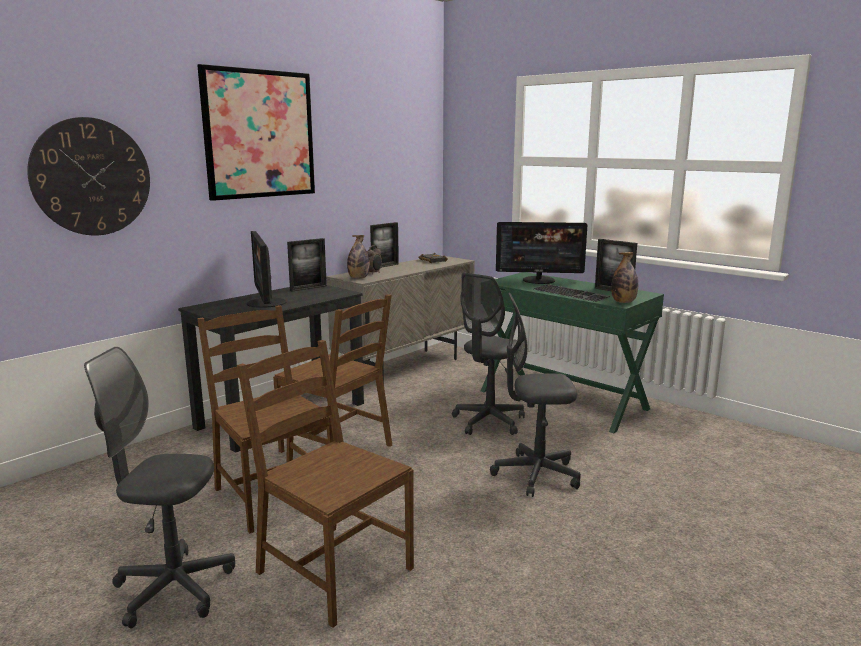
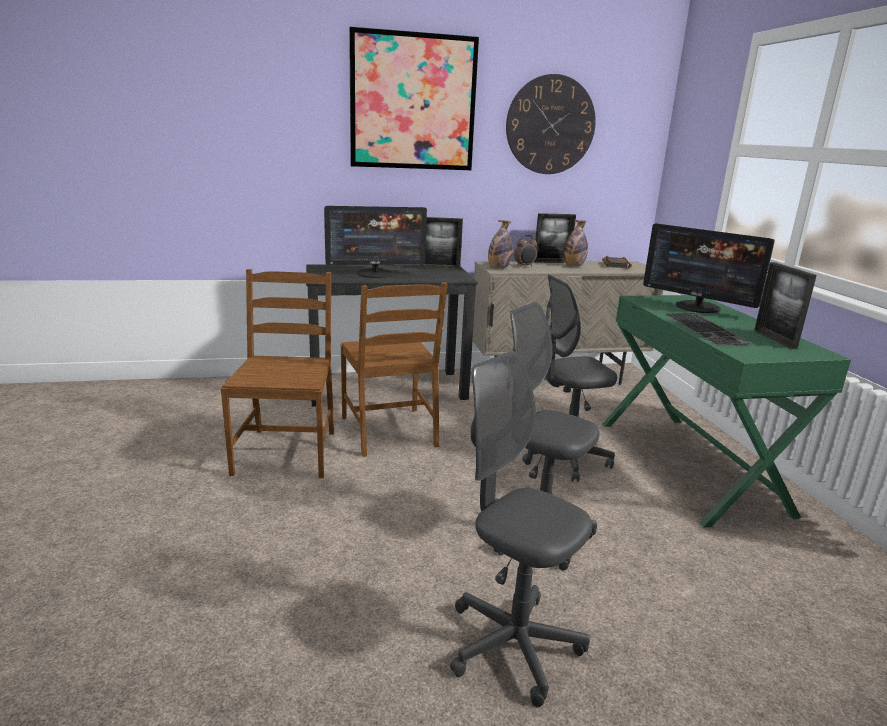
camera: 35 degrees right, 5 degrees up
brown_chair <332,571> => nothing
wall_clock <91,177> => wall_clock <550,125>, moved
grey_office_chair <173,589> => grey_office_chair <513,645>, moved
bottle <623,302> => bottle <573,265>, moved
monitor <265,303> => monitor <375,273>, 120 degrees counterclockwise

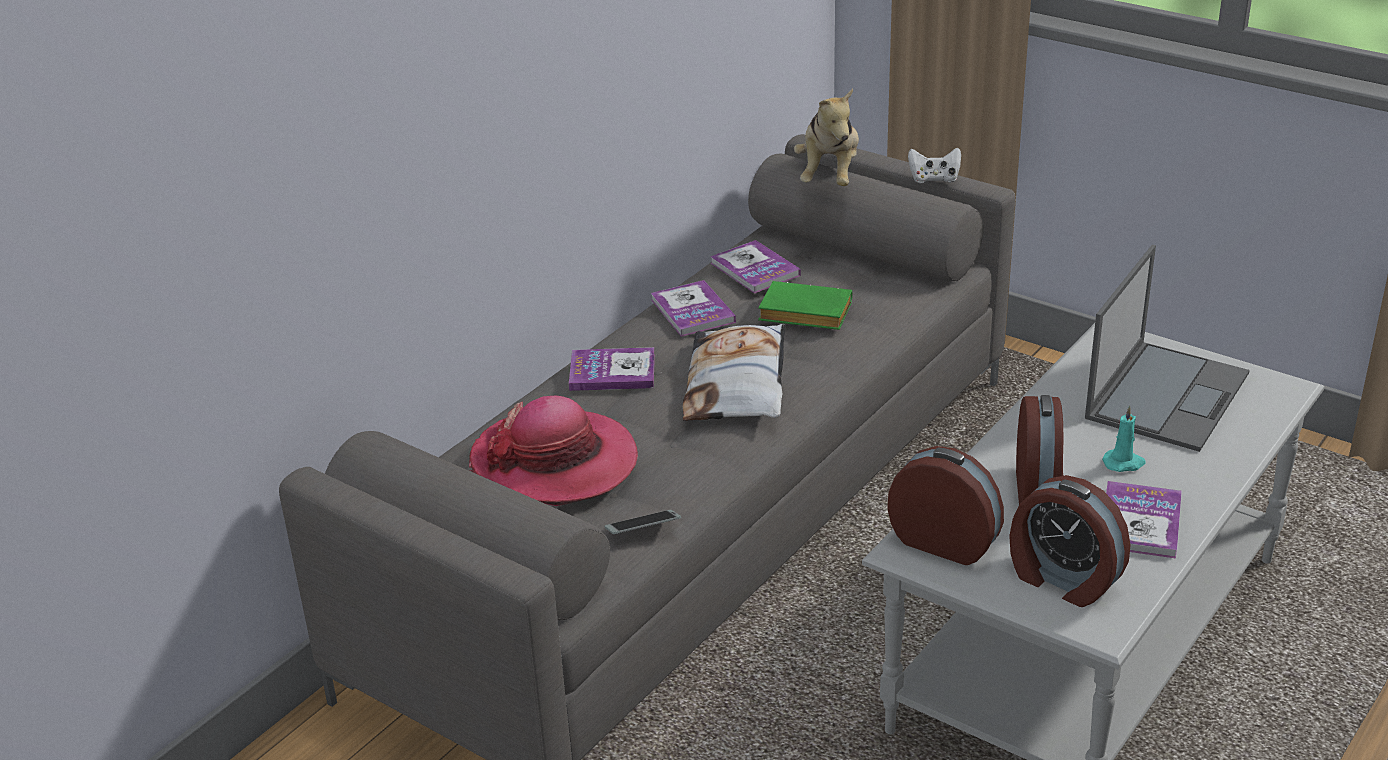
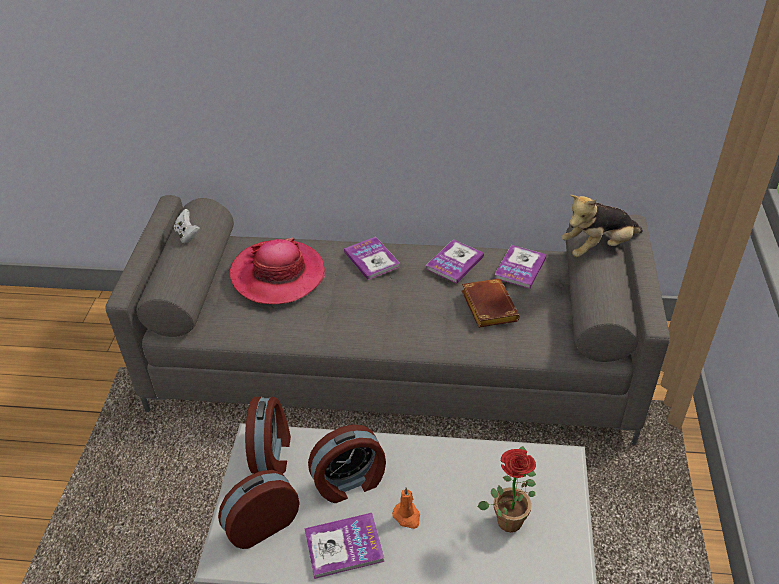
camera: 60 degrees right, 10 degrees up
phone <643,528> => nothing
pillow <738,385> => nothing
white_game_controller <934,179> => white_game_controller <187,235>, moved
laptop <1167,395> => potted_plant <508,516>
green_book <802,314> => brown_book <487,306>
turquoise_candle <1124,463> => orange_candle <407,516>
alarm_clock <1062,580> => alarm_clock <261,524>, 45 degrees clockwise

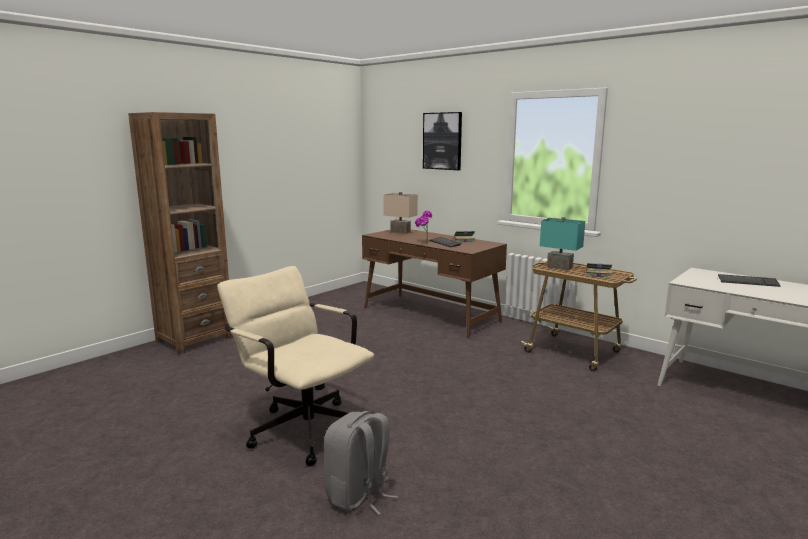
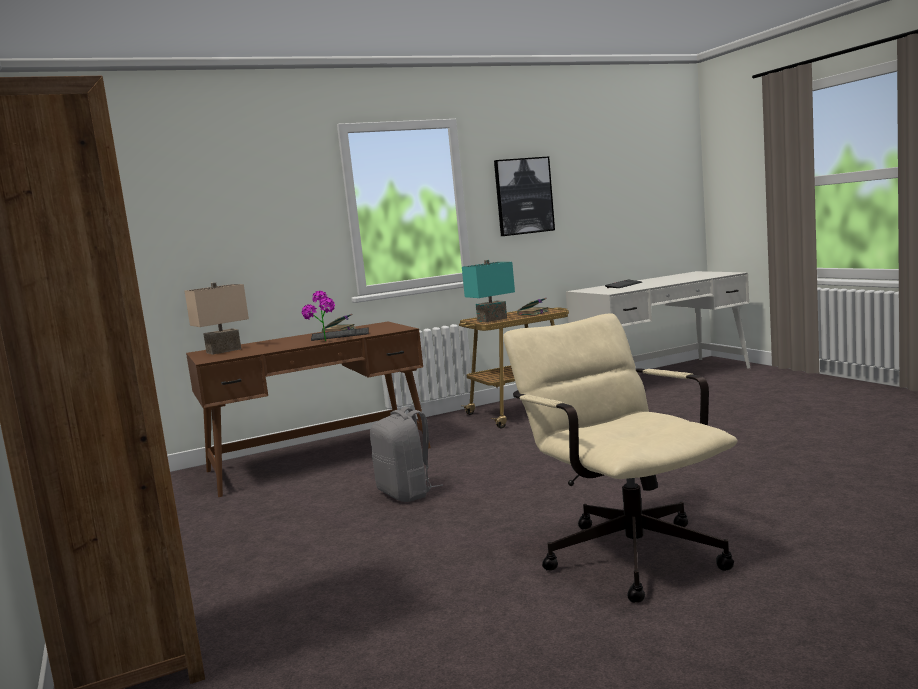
camera: 65 degrees left, 5 degrees down
grey_backpack <359,495> => grey_backpack <407,493>, moved
picture <442,141> => picture <523,196>, moved
beige_office_chair <301,427> => beige_office_chair <624,551>, 90 degrees clockwise

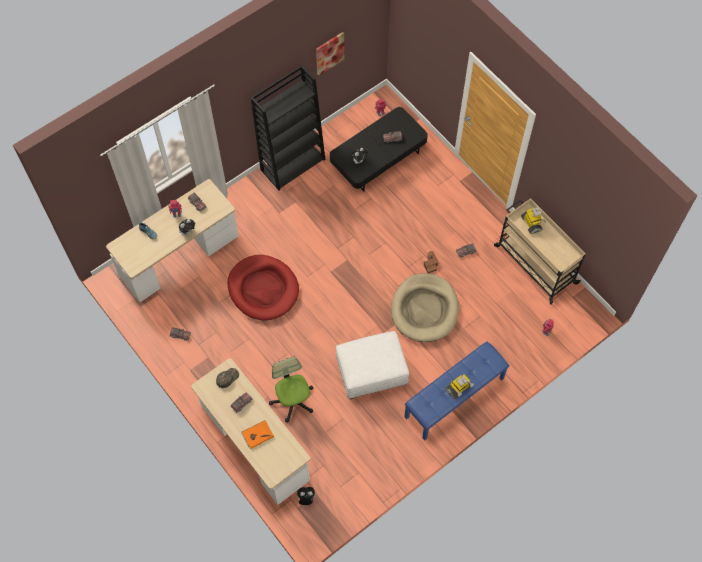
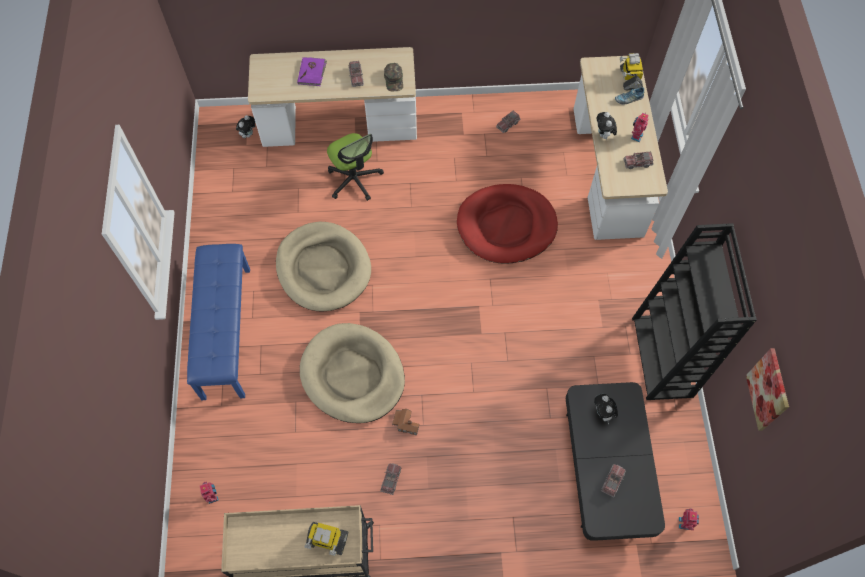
camera: 125 degrees right, 0 degrees up
toy_robot <458,388> => toy_robot <629,78>, moved
white_ottoman <371,373> => beige_dog_bed <323,268>
orange_book <257,434> => purple_book <312,72>
office_chair <293,401> => office_chair <354,180>, 45 degrees clockwise

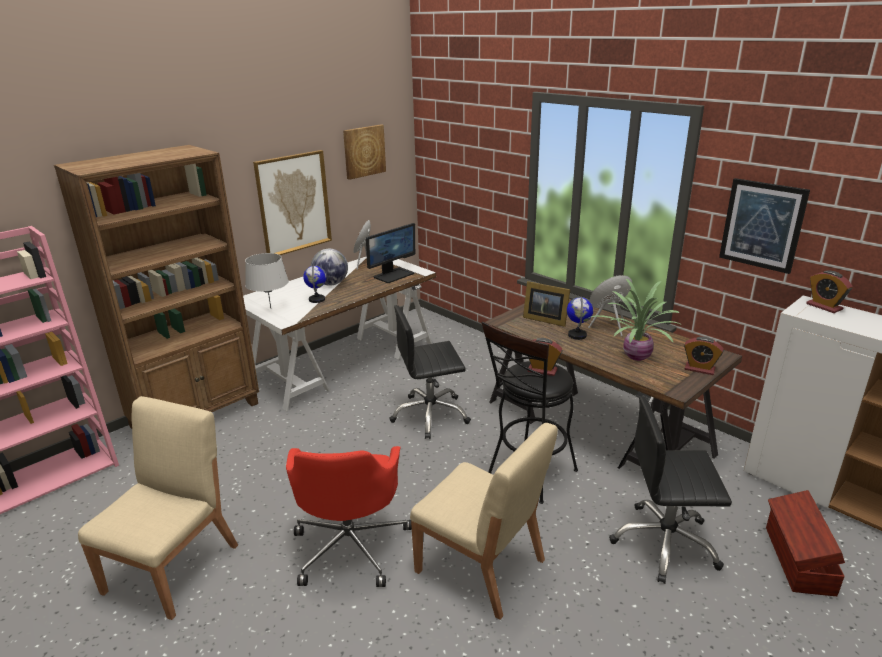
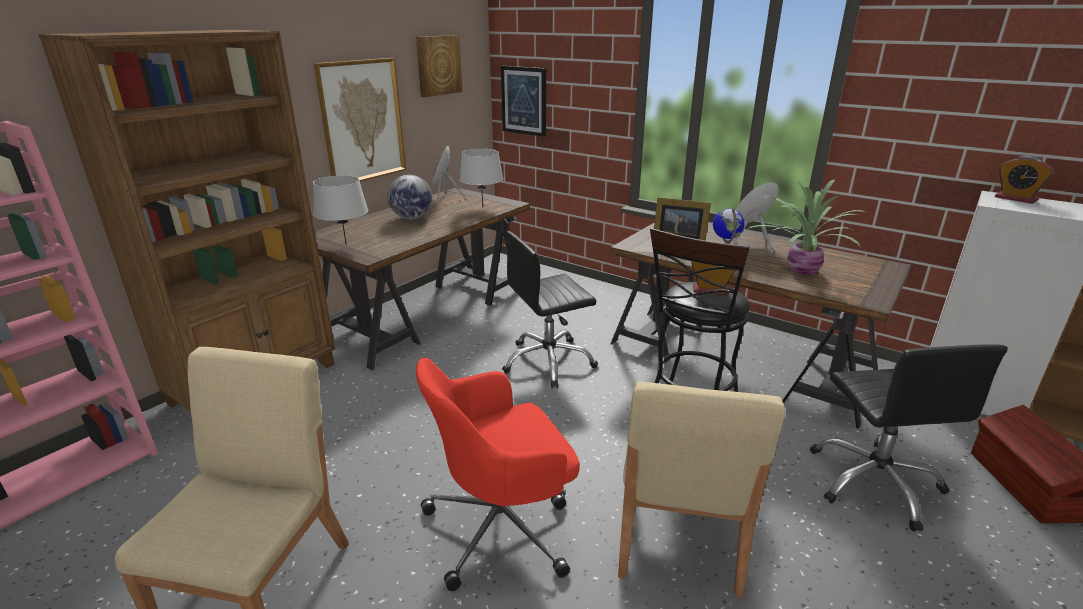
camera: 10 degrees left, 0 degrees up
globe <317,299> => nothing
alarm_clock <699,369> => nothing
picture <762,225> => picture <524,100>, moved
monitor <393,275> => grey_table_lamp <482,207>
white_desk <344,362> => brown_desk <428,312>
red_office_chair <351,545> => red_office_chair <503,527>, 75 degrees clockwise
beige_chair <481,567> => beige_chair <677,536>, 75 degrees clockwise
black_office_chair <665,543> => black_office_chair <875,482>, 90 degrees counterclockwise

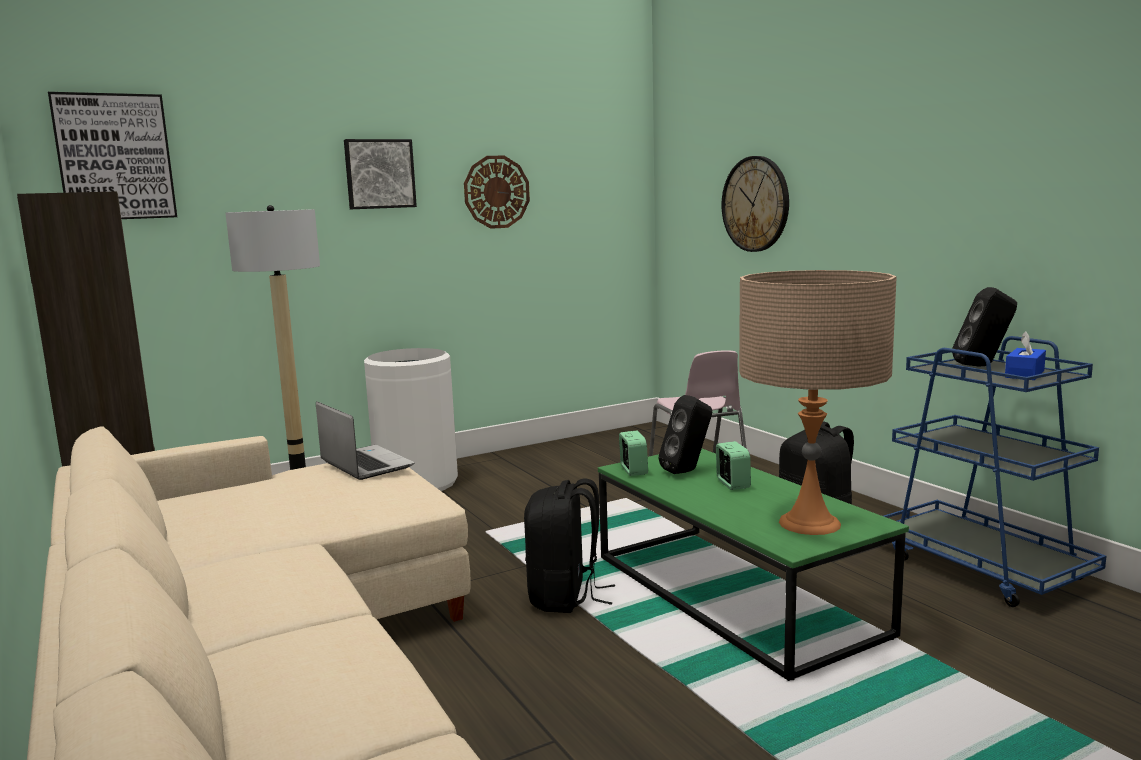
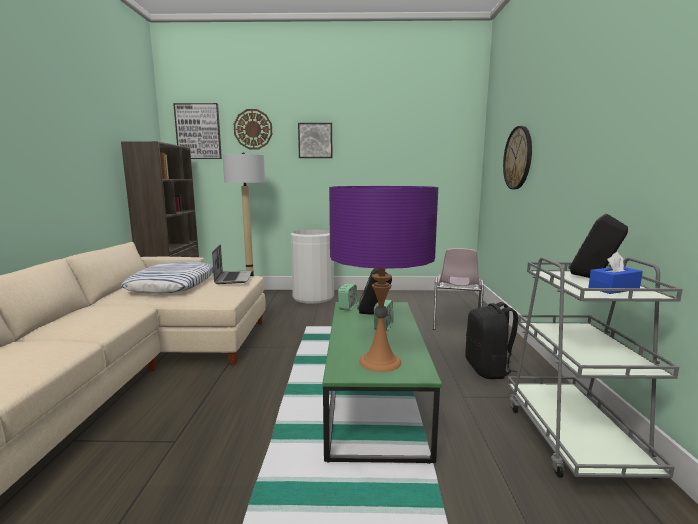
camera: 30 degrees right, 0 degrees up
black_backpack <565,597> => nothing
nothing => pillow <173,284>
wall_clock <496,192> => wall_clock <253,129>, moved
beige_table_lamp <809,523> => purple_table_lamp <380,361>
blue_cart <982,567> => grey_cart <573,438>

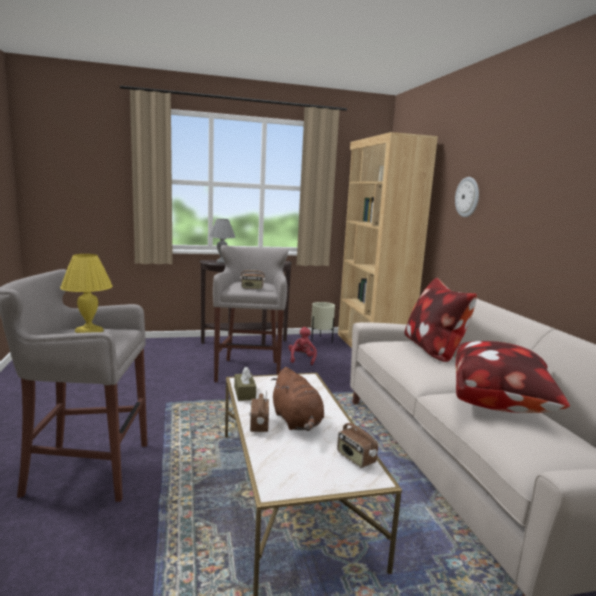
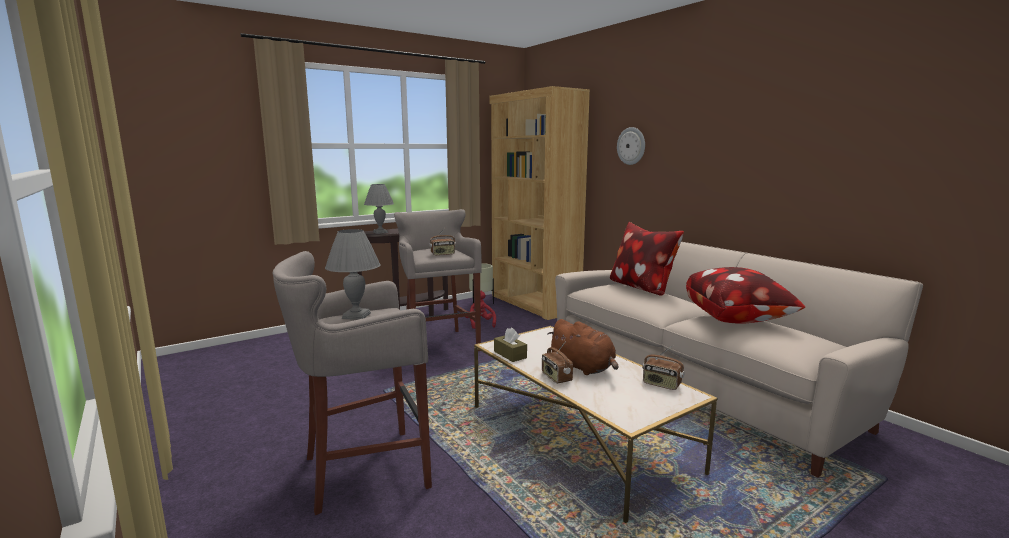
camera: 20 degrees left, 0 degrees up
yellow_table_lamp <88,331> => grey_table_lamp <355,316>

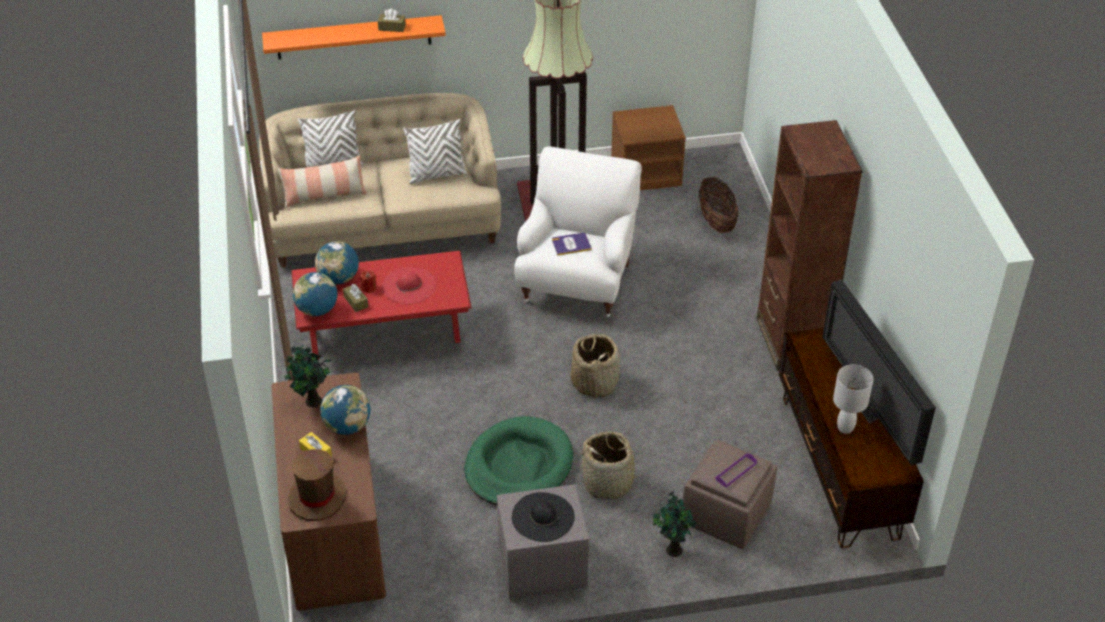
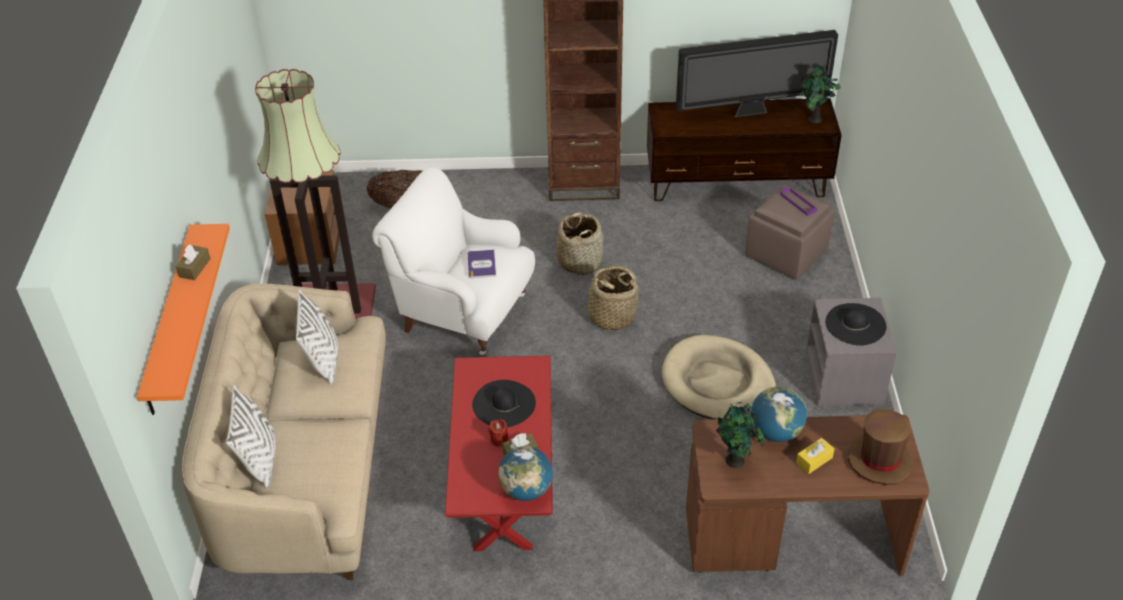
camera: 80 degrees left, 0 degrees up
pillow <324,195> => nothing
globe <339,278> => nothing
white_table_lamp <844,428> => nothing
basket <608,483> => basket <580,261>, moved
potted_plant <672,549> => potted_plant <814,119>, moved
red_hat <409,285> => black_hat <503,404>
green_dog_bed <518,466> => beige_dog_bed <717,383>

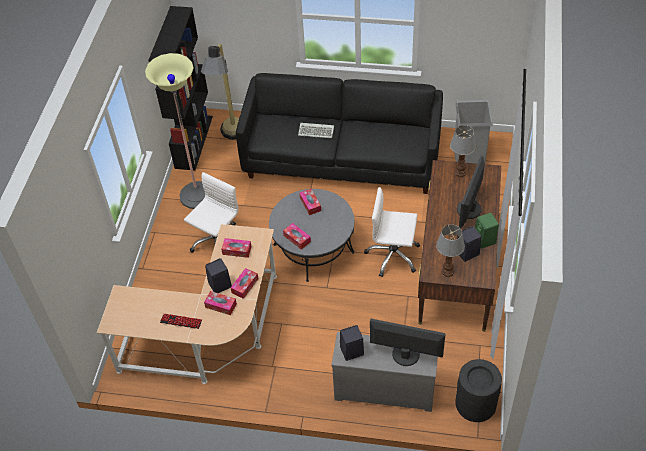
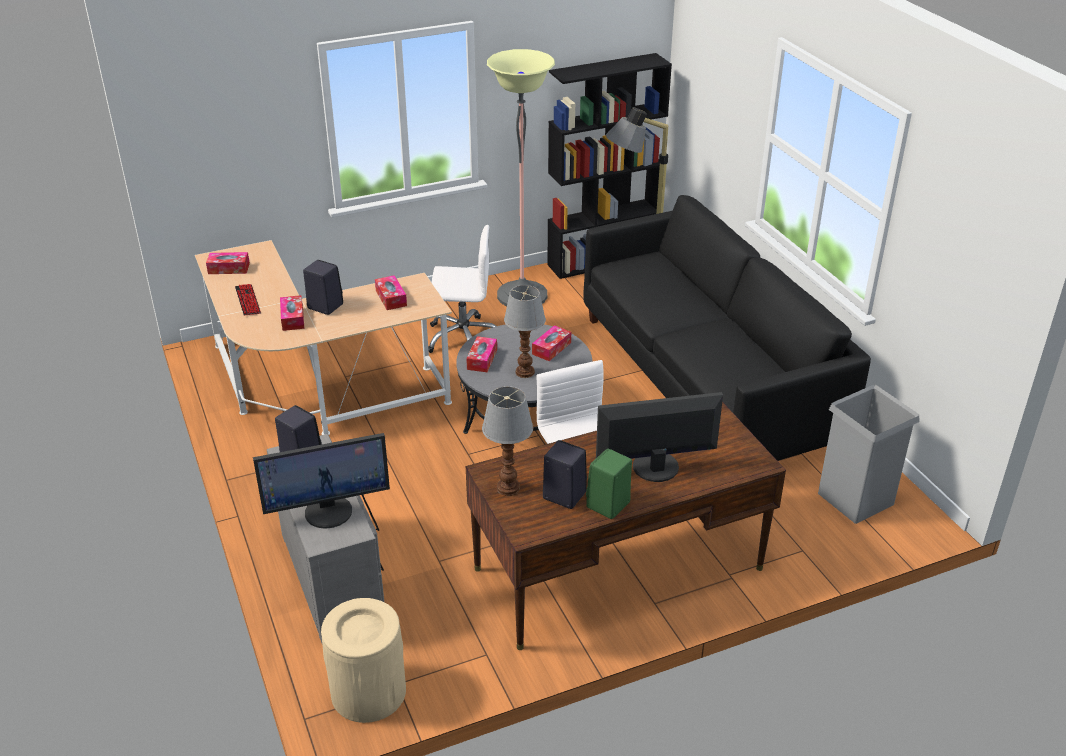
camera: 55 degrees right, 15 degrees down
keyboard <317,131> => nothing
tissue_box <245,286> => tissue_box <229,268>, moved
table_lamp <459,172> => table_lamp <524,372>, moved
black_trash_can <475,403> => beige_trash_can <368,691>
monitor <405,355> => monitor <328,511>, 90 degrees clockwise

